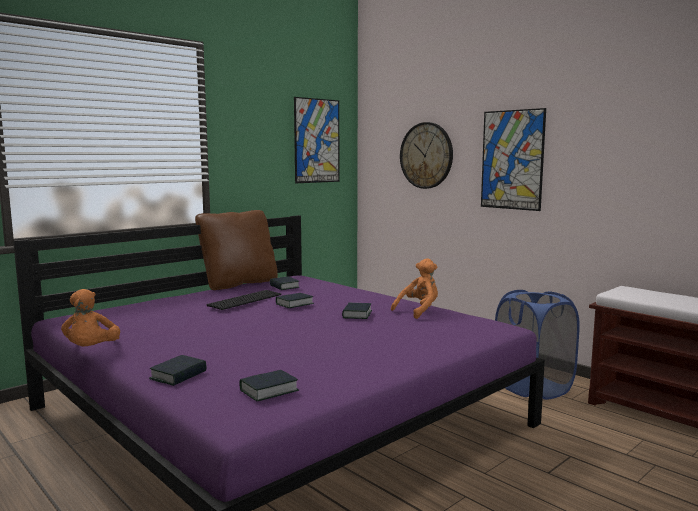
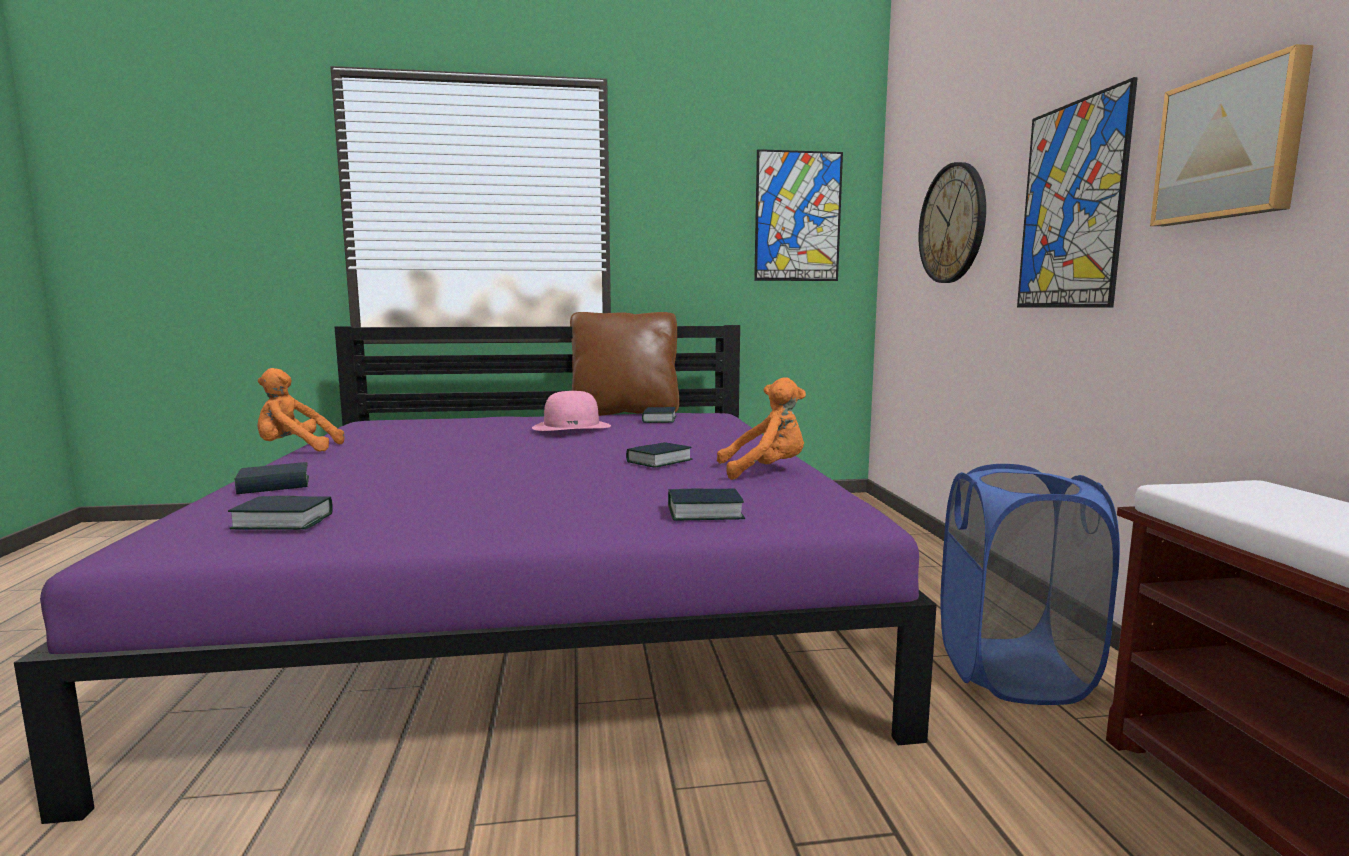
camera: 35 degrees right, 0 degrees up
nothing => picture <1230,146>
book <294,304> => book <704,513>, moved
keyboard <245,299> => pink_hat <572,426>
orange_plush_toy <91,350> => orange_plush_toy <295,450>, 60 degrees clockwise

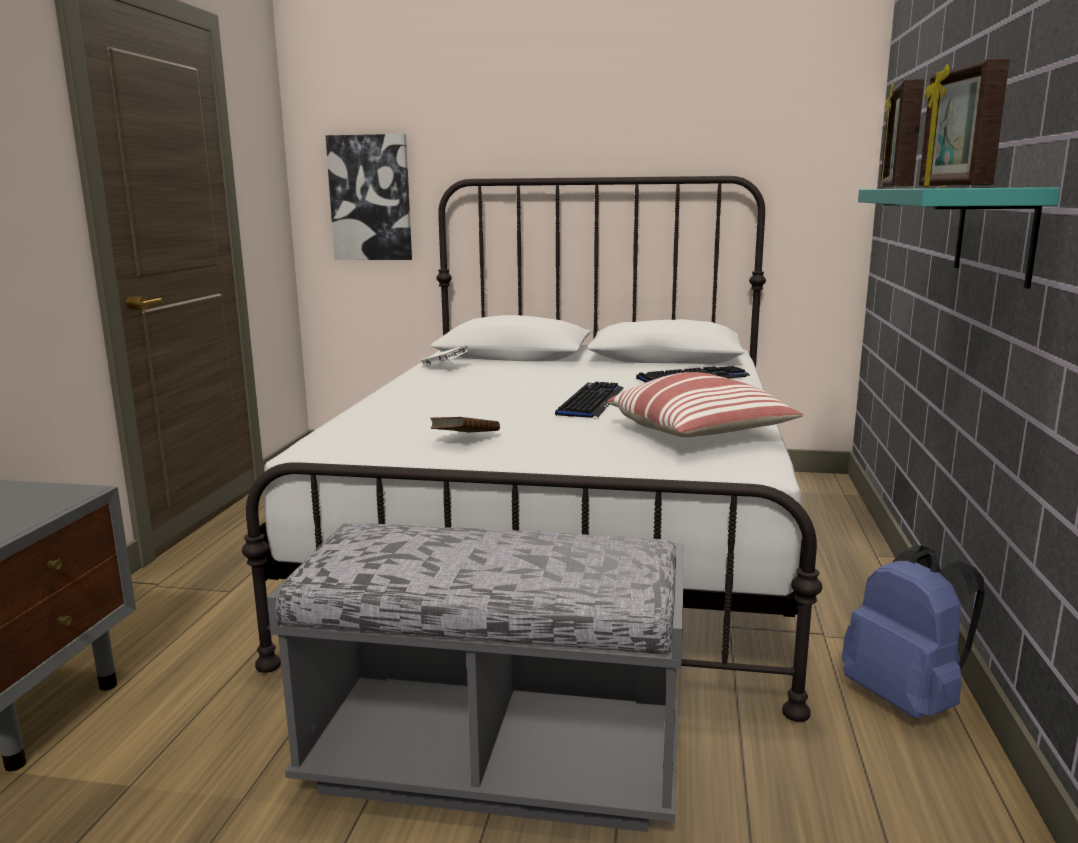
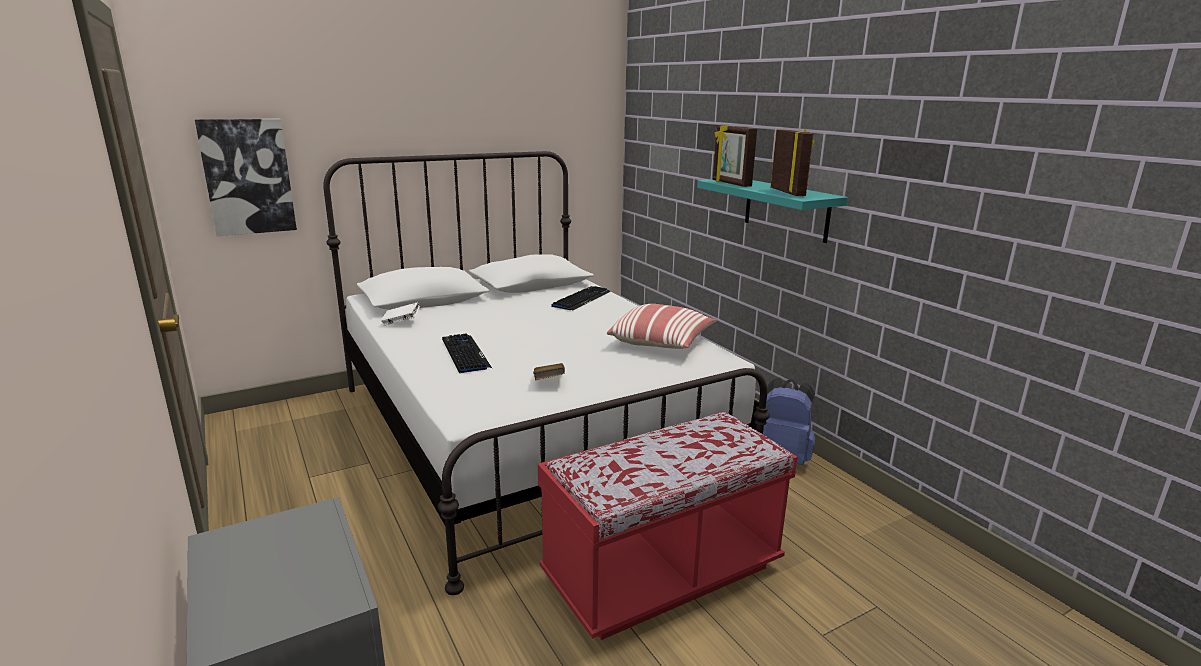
camera: 40 degrees left, 5 degrees up
keyboard <591,402> => keyboard <465,354>, moved
grey_bench <494,761> => red_bench <662,573>
picture_frame <951,187> => picture_frame <788,192>, 150 degrees counterclockwise

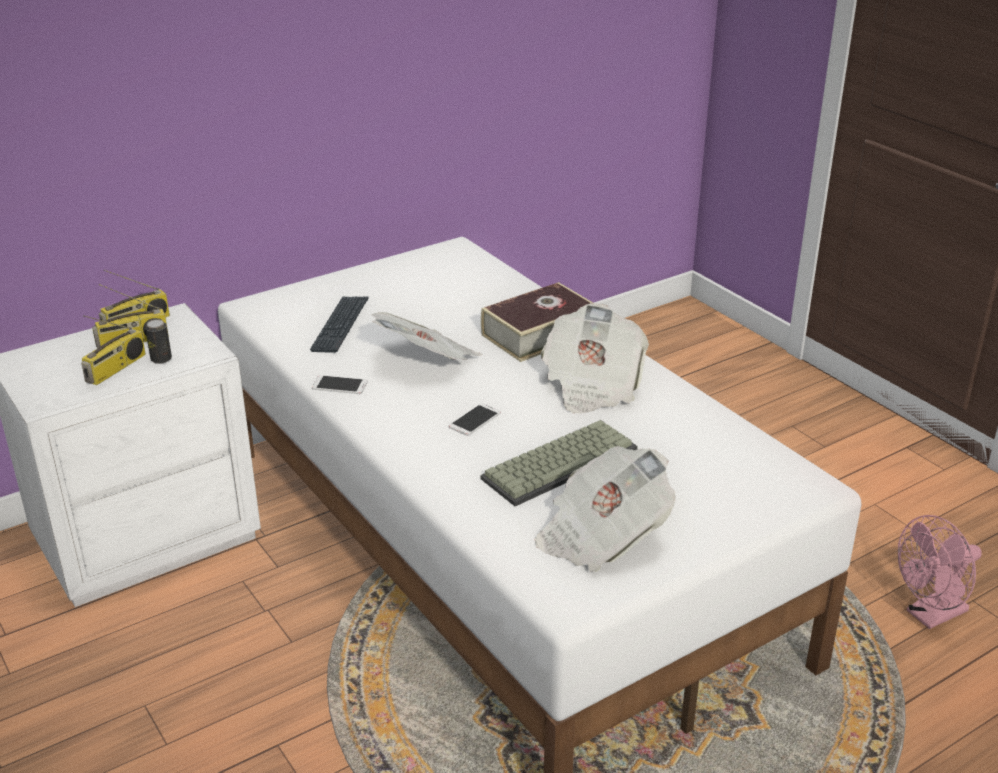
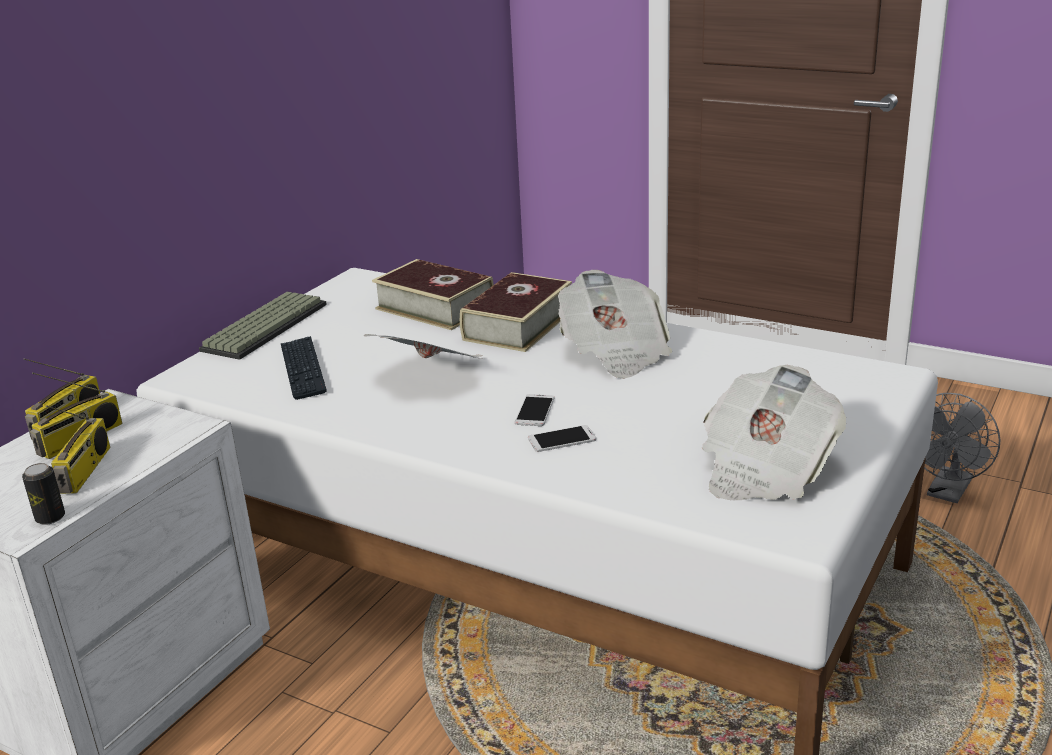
camera: 25 degrees left, 5 degrees down
nothing => book <435,307>
can <161,359> => can <50,517>, moved
phone <339,385> => phone <561,439>, moved
keyboard <559,462> => keyboard <264,326>, moved
pink_fan <930,615> => grey_fan <947,493>

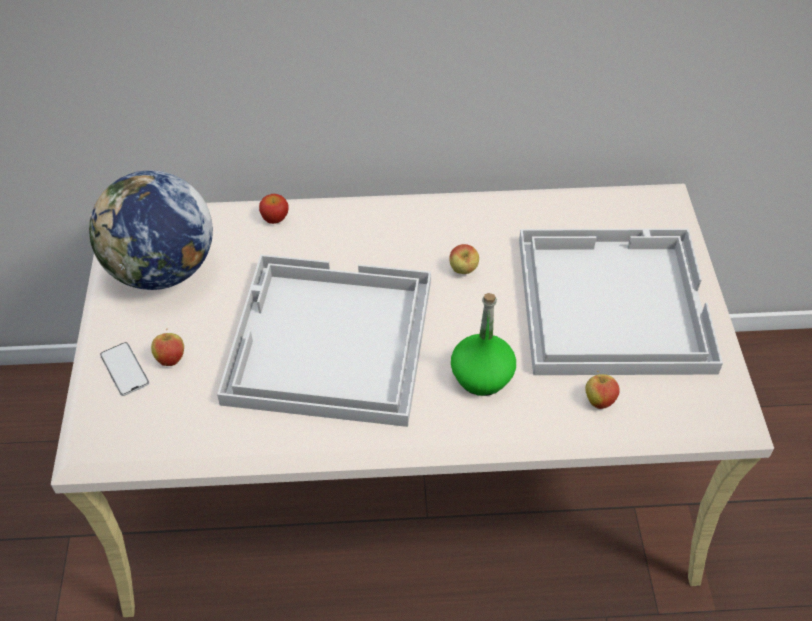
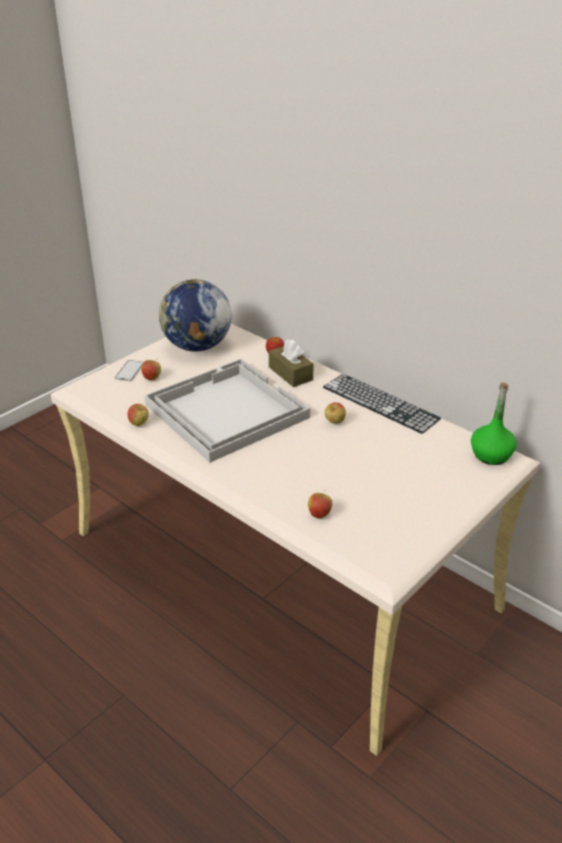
camera: 45 degrees right, 15 degrees down
white_tray <611,302> => nothing
nothing => apple <139,424>
nothing => brown_tissue_box <290,373>
nothing => keyboard <380,403>
green_bottle <481,376> => green_bottle <491,455>, moved

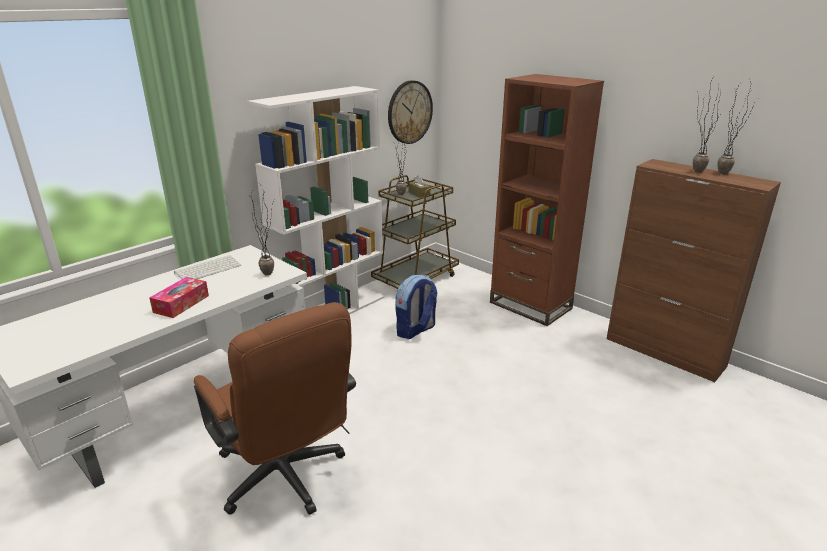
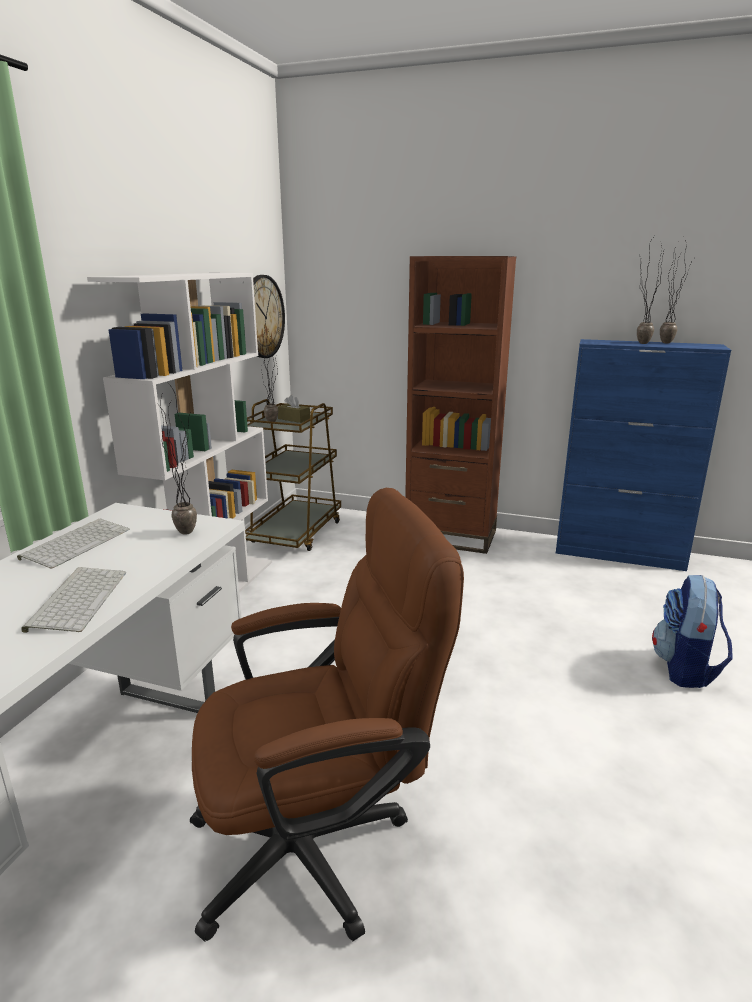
camera: 25 degrees left, 5 degrees down
backpack <415,330> => backpack <685,669>, moved
tissue_box <181,304> => keyboard <77,599>
brown_cabinet <665,352> => blue_cabinet <619,554>
brown_office_chair <285,479> => brown_office_chair <320,844>, 45 degrees counterclockwise

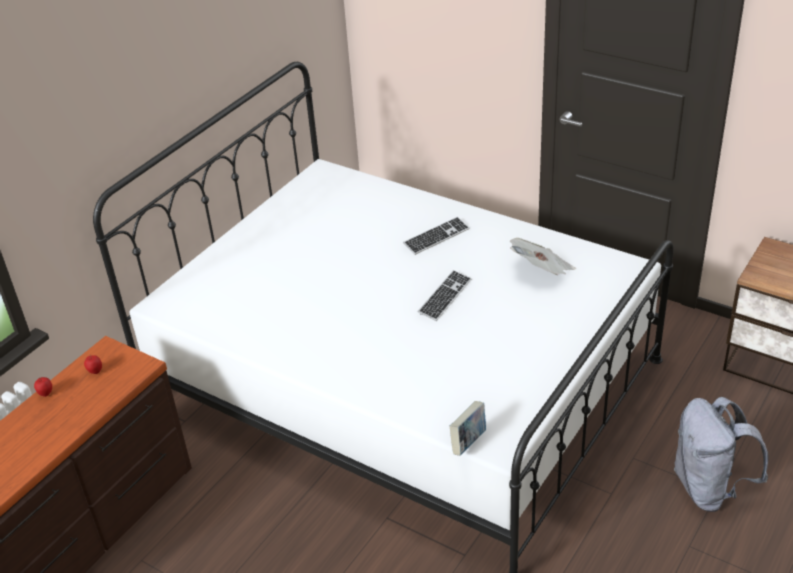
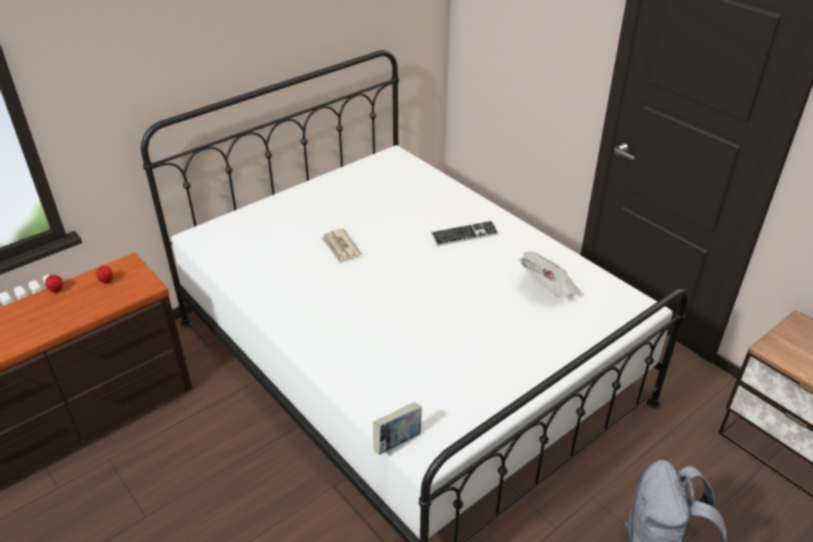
camera: 15 degrees right, 0 degrees up
keyboard <445,297> => nothing
nothing => newspaper <340,248>

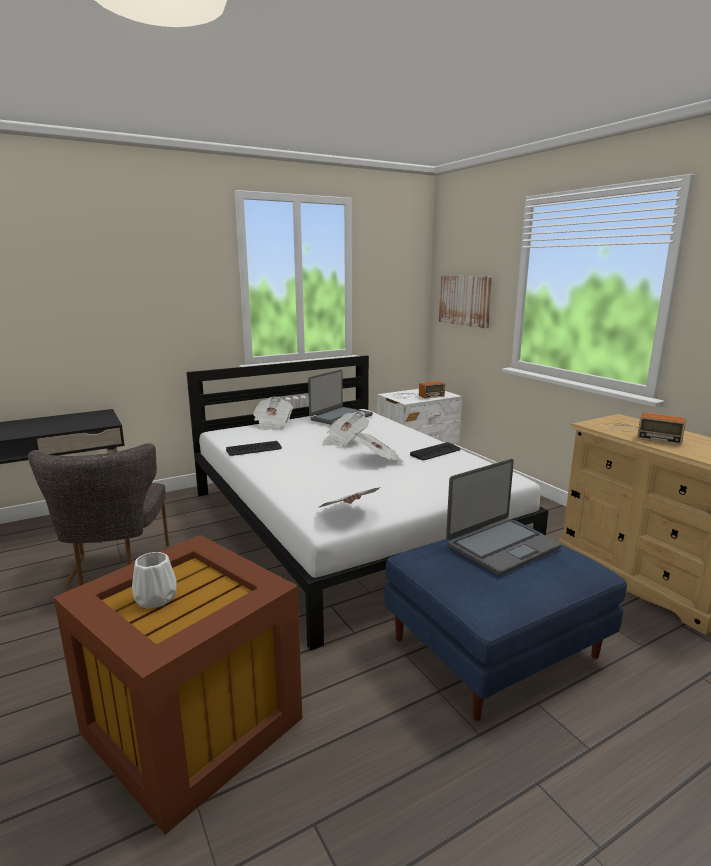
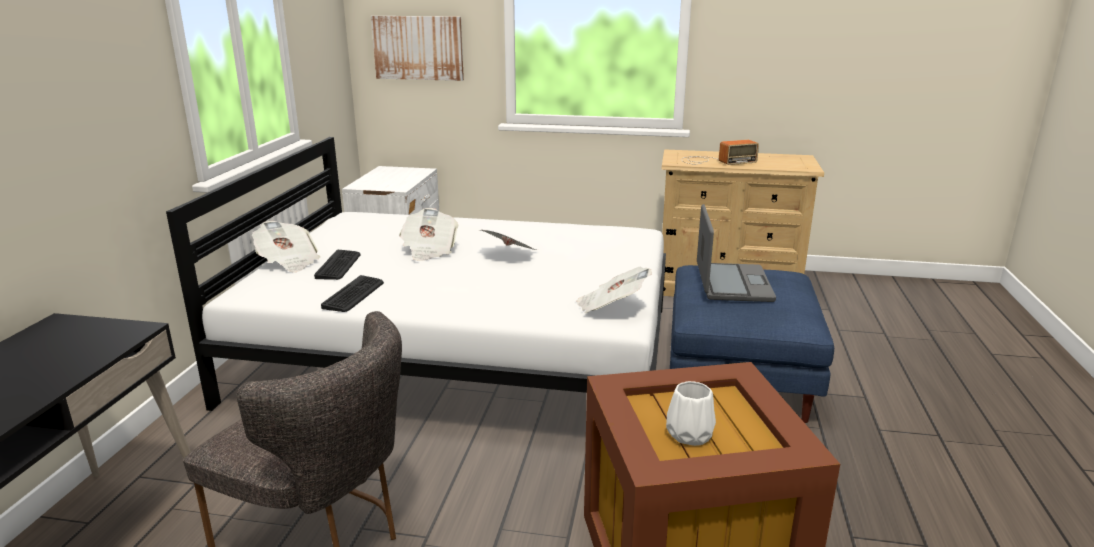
camera: 50 degrees left, 5 degrees up
laptop <340,417> => nothing
radio <416,396> => nothing
keyboard <435,452> => keyboard <338,265>, moved

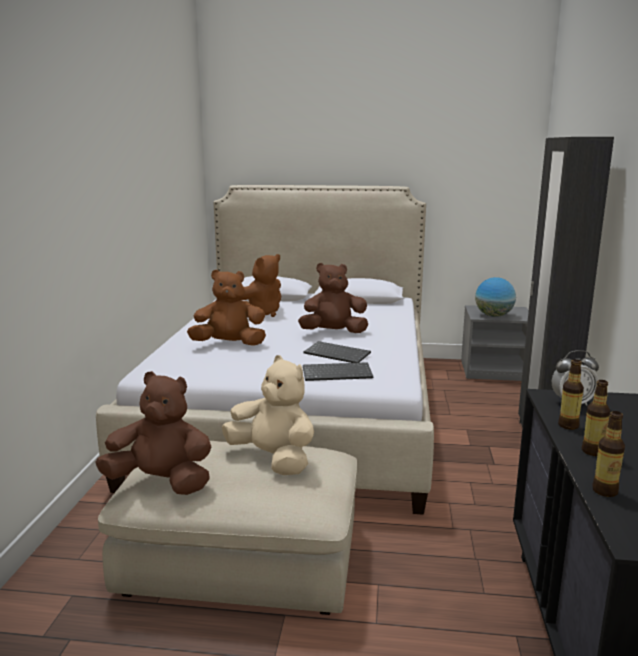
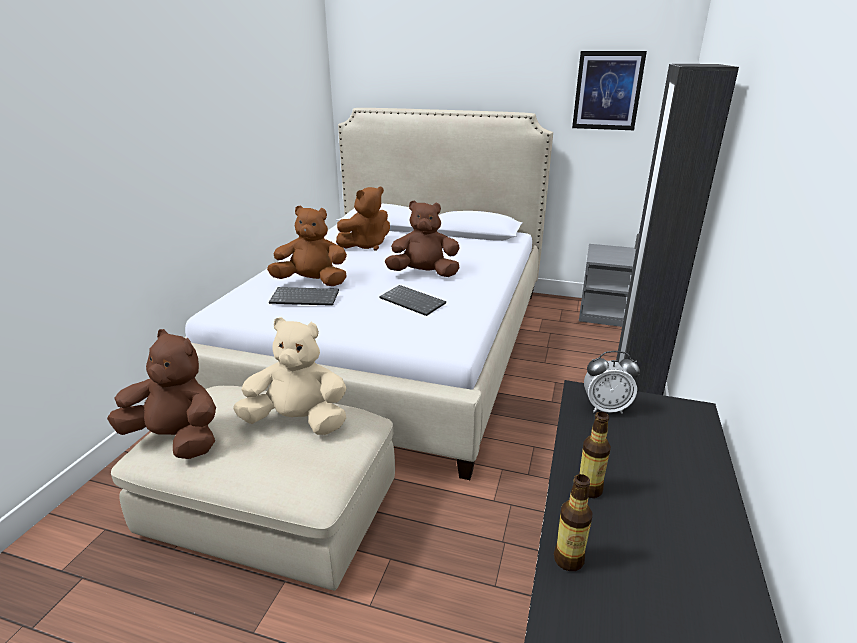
camera: 10 degrees right, 10 degrees up
globe <493,316> => nothing
bottle <568,425> => nothing
nothing => picture <607,91>
keyboard <338,373> => keyboard <306,297>, moved
beige_plush_toy <273,459> => beige_plush_toy <298,421>, 45 degrees counterclockwise

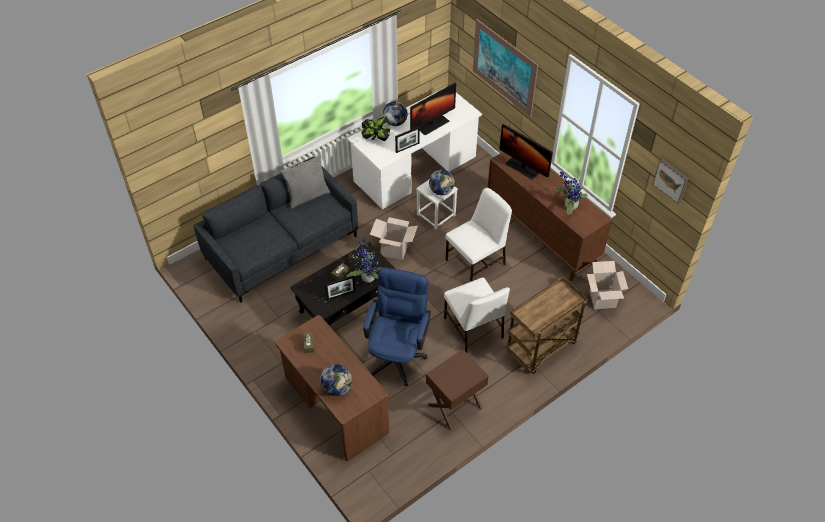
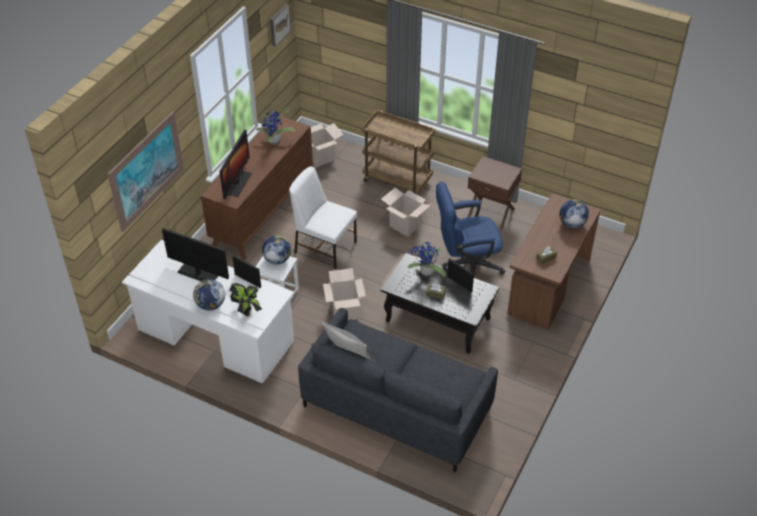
camera: 115 degrees left, 5 degrees down
white_chair <473,329> => cardboard_box <405,225>

